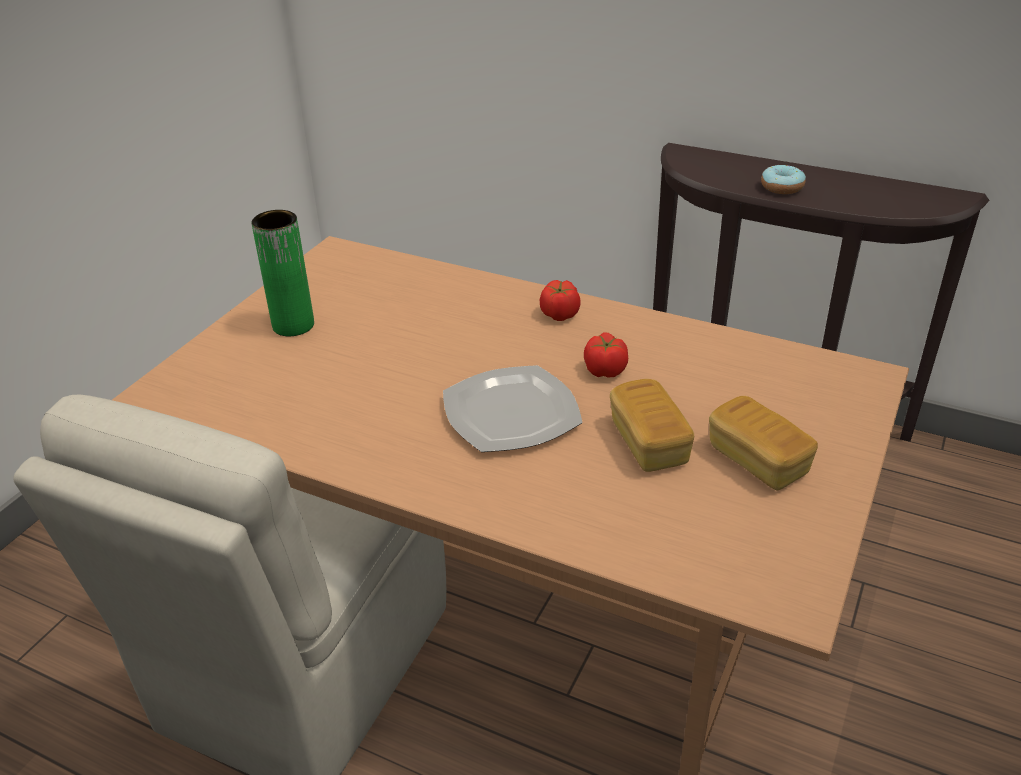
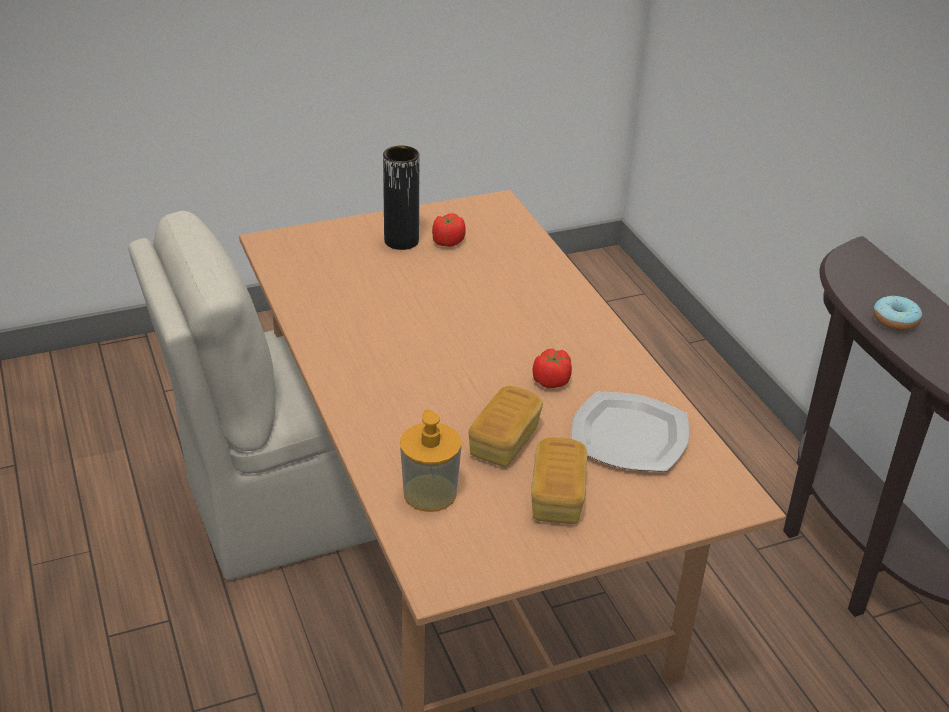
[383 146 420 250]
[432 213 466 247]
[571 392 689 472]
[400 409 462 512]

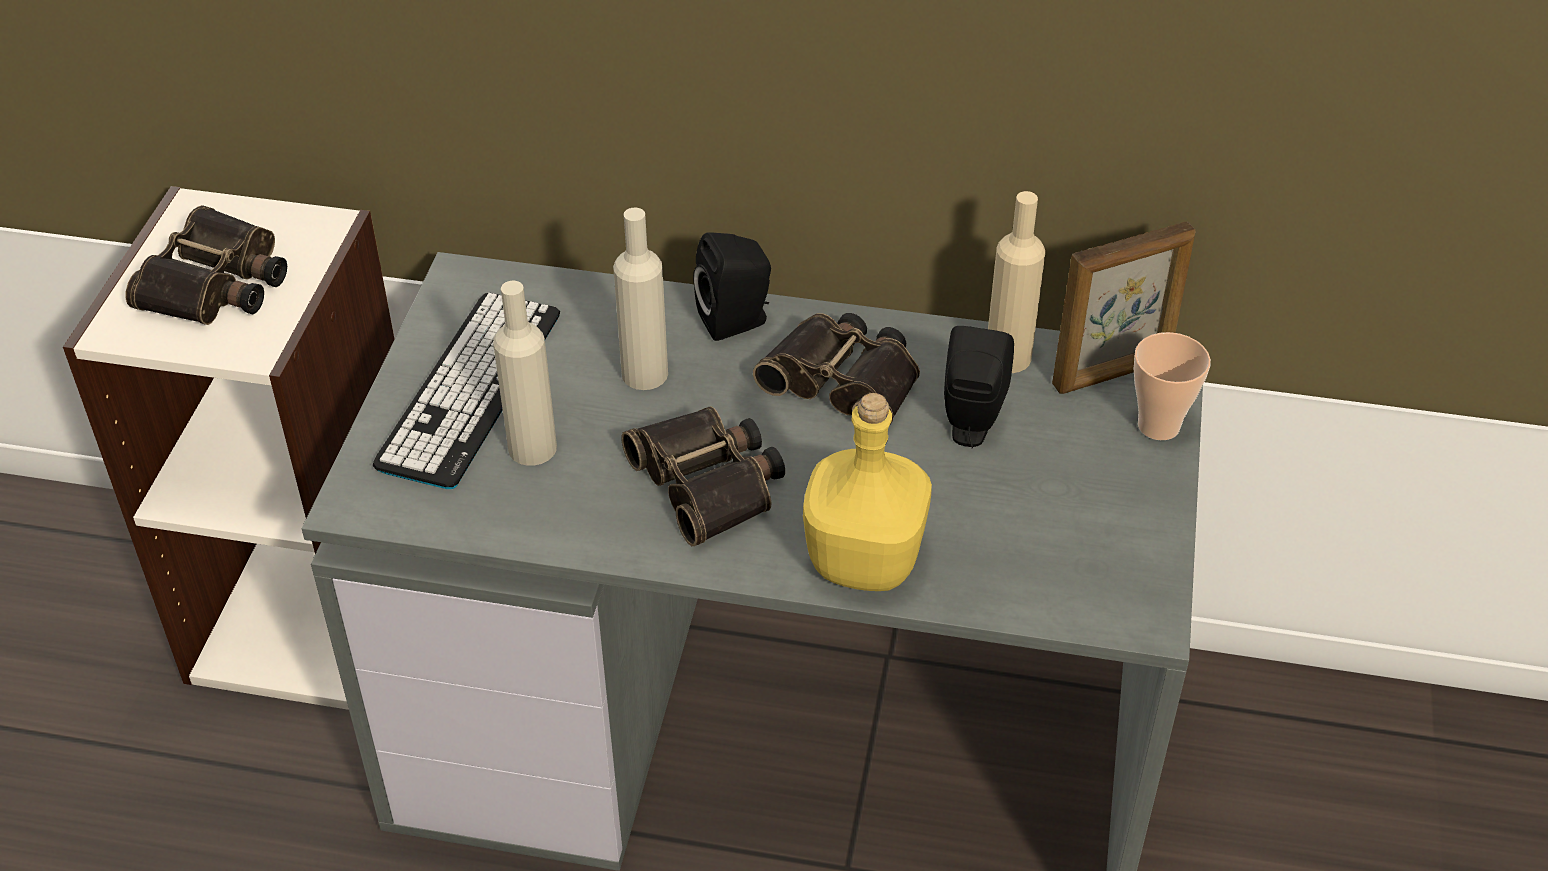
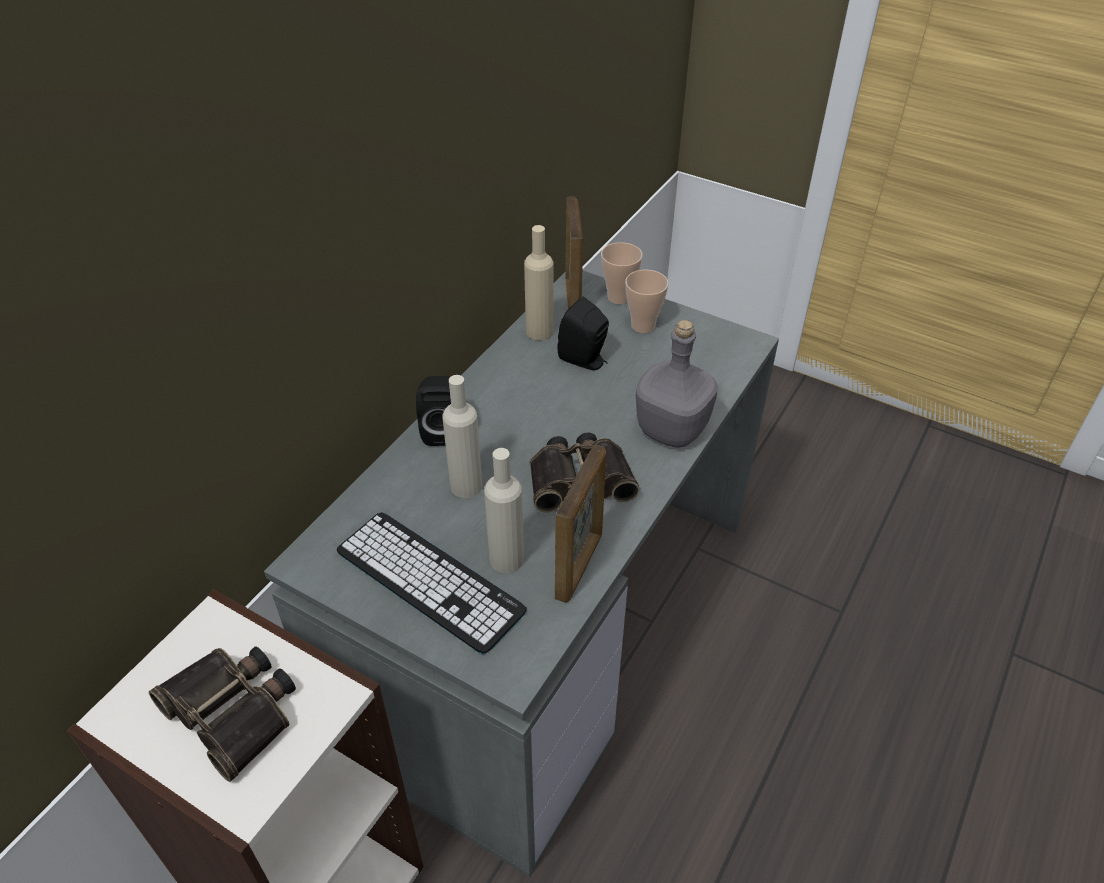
[753 313 920 423] (first image)
[636 320 718 448]
[625 270 669 333]
[555 445 606 603]

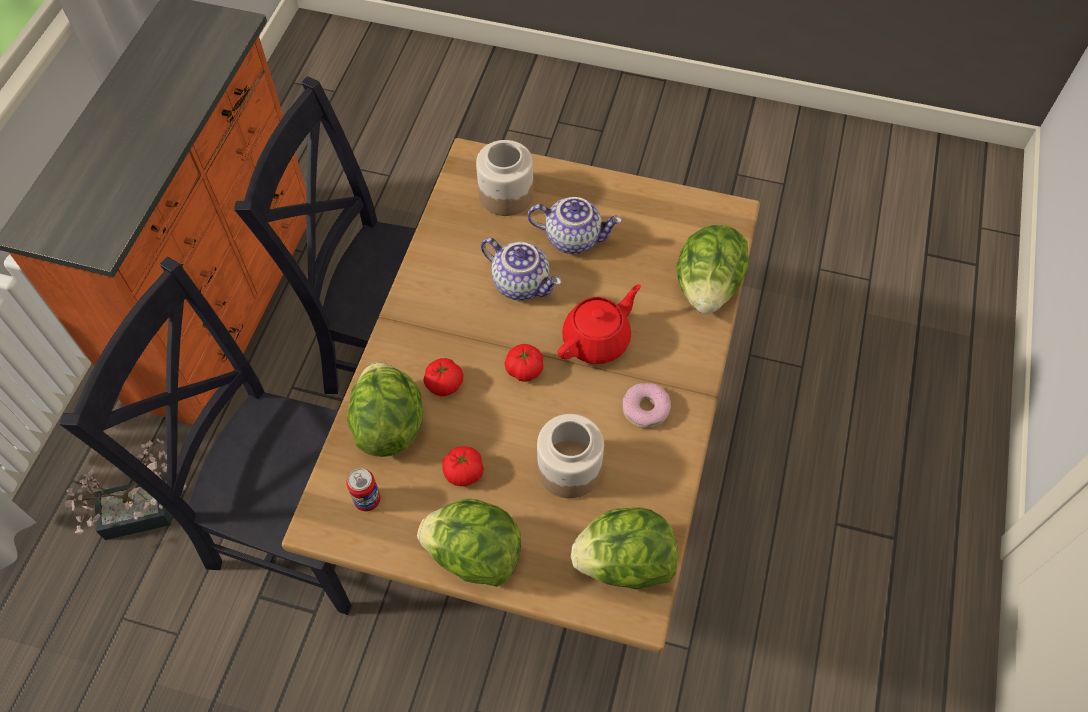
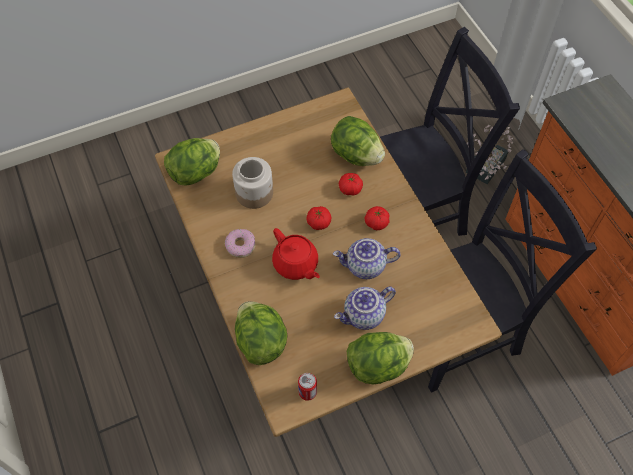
[476 140 533 216] (first image)
[272 228 320 280]
[365 206 390 230]
[298 373 317 401]
[347 332 414 384]

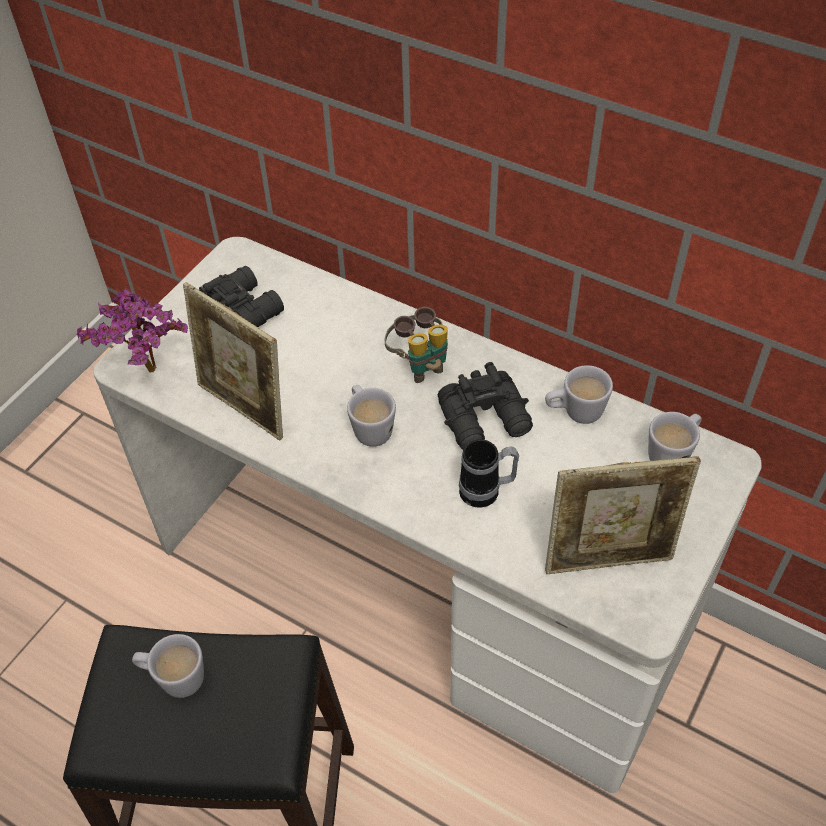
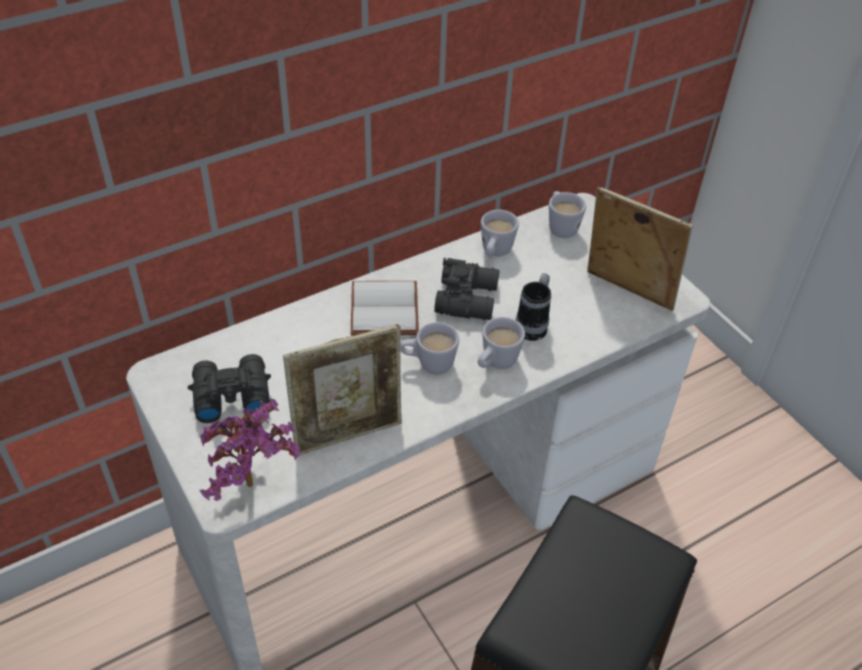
[351 281 419 335]
[587 187 693 311]
[478 317 525 369]

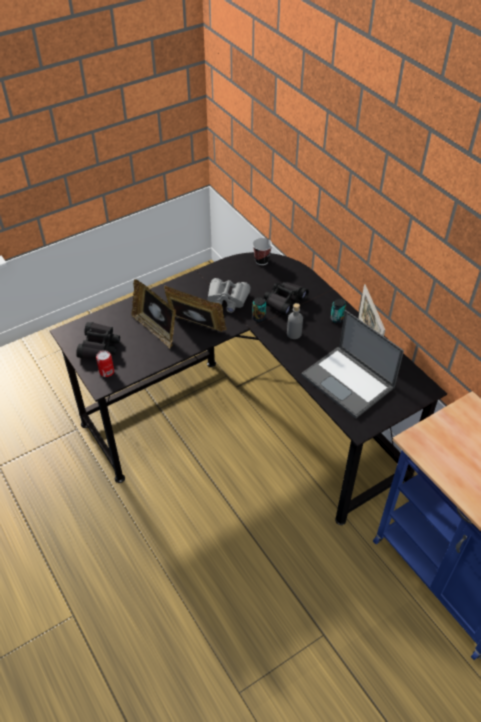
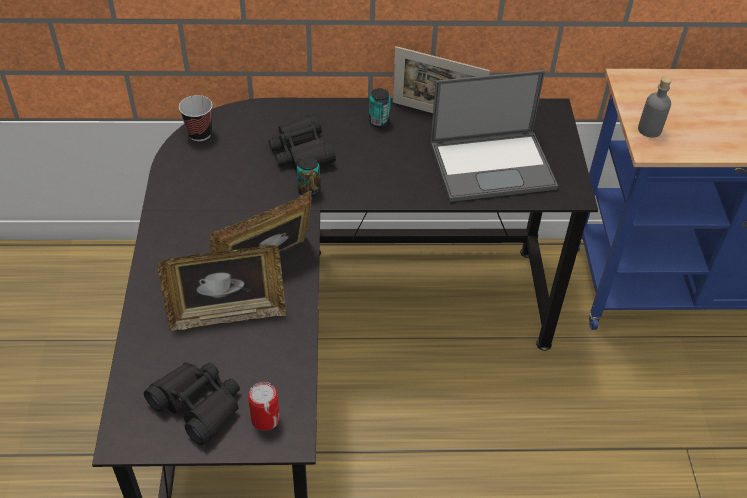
[207 278 251 313] (first image)
[638 76 672 138]

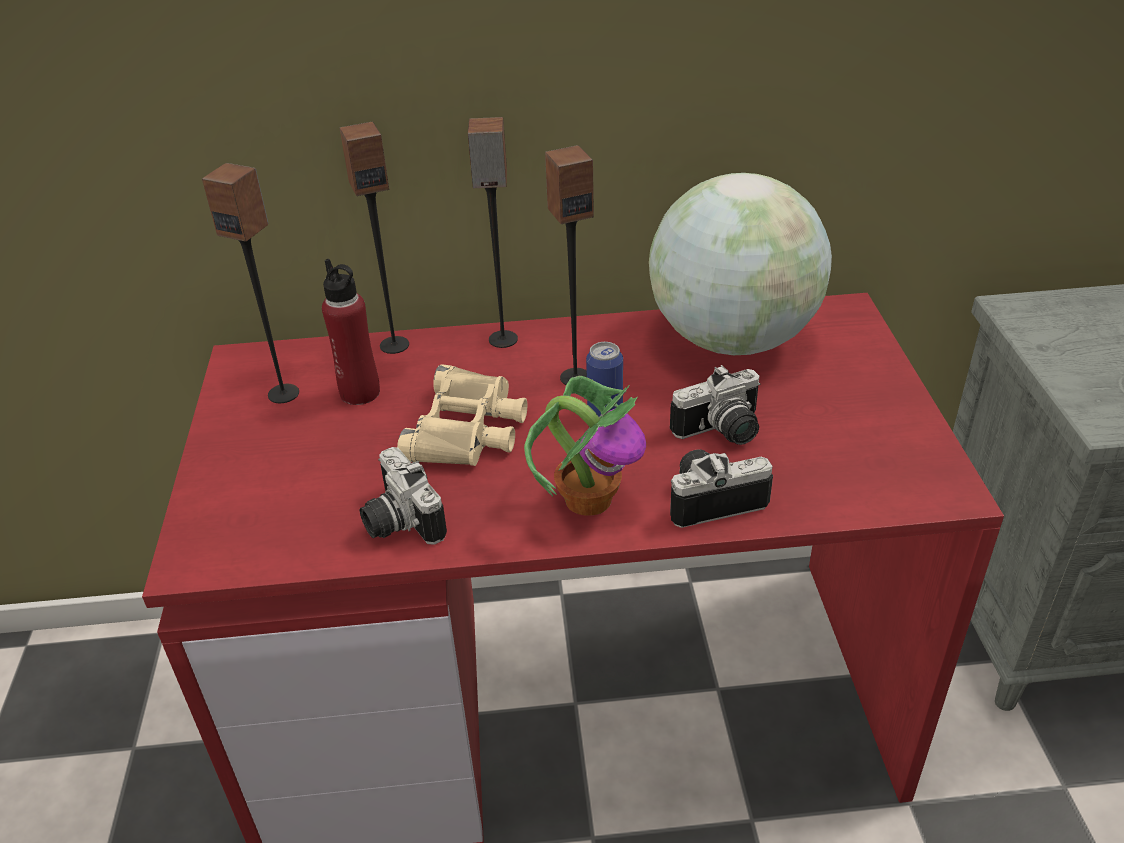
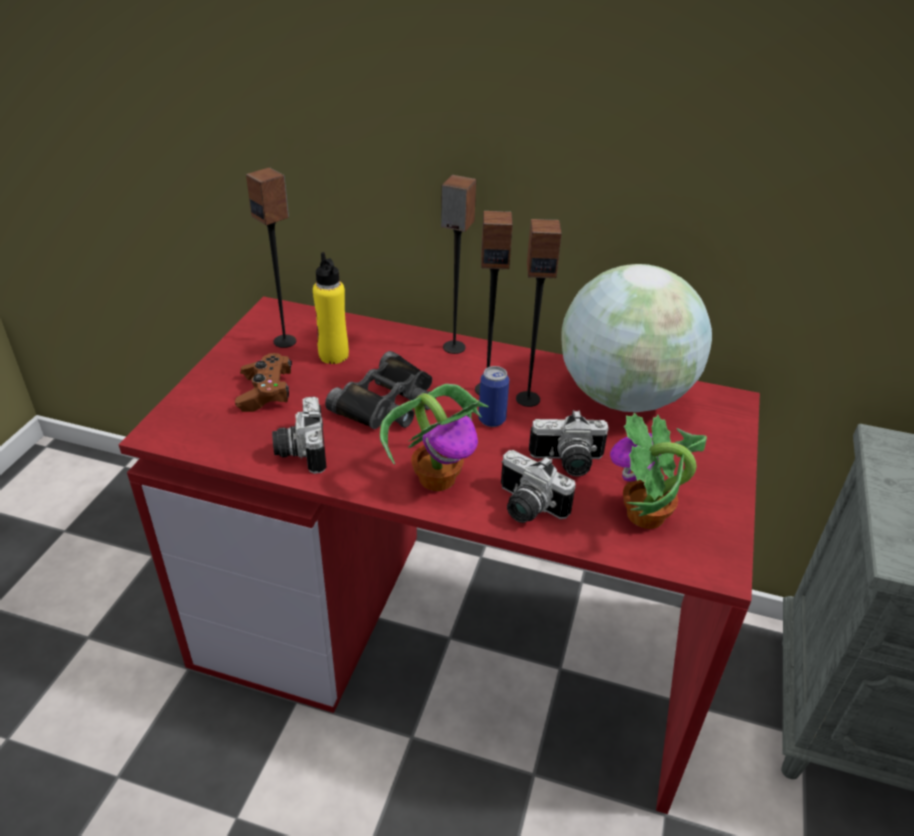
[516 219 562 407]
[313 252 349 364]
[325 351 436 429]
[501 450 576 523]
[235 353 292 412]
[610 413 707 529]

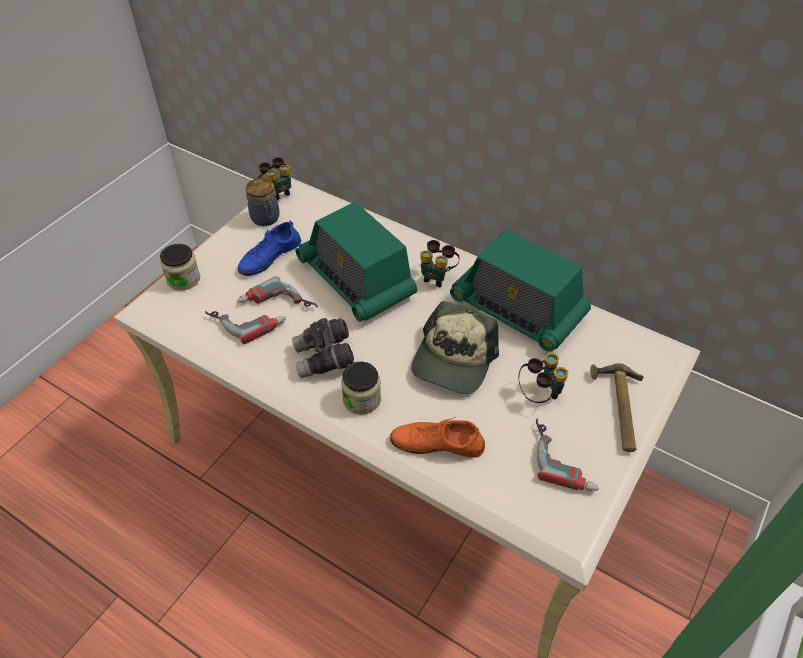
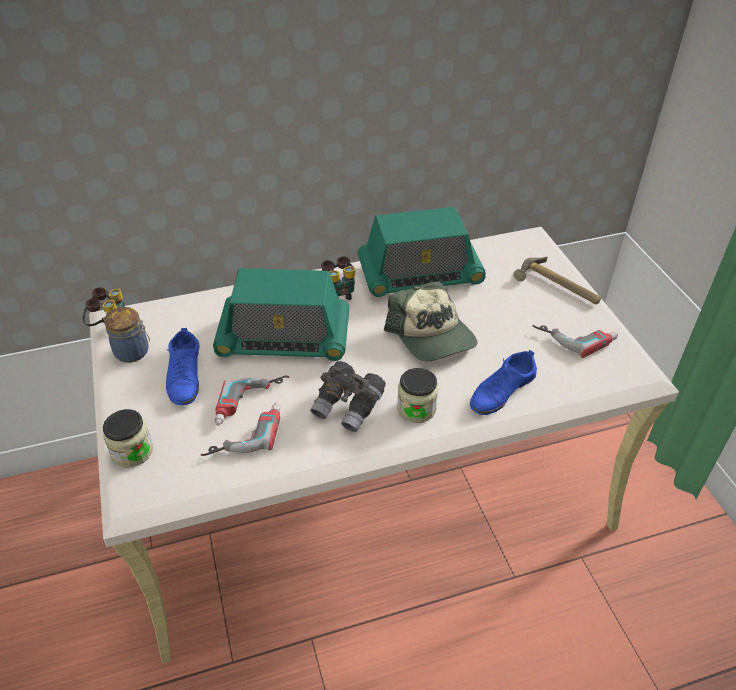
[518 353 568 403] (first image)
[470 350 537 415]

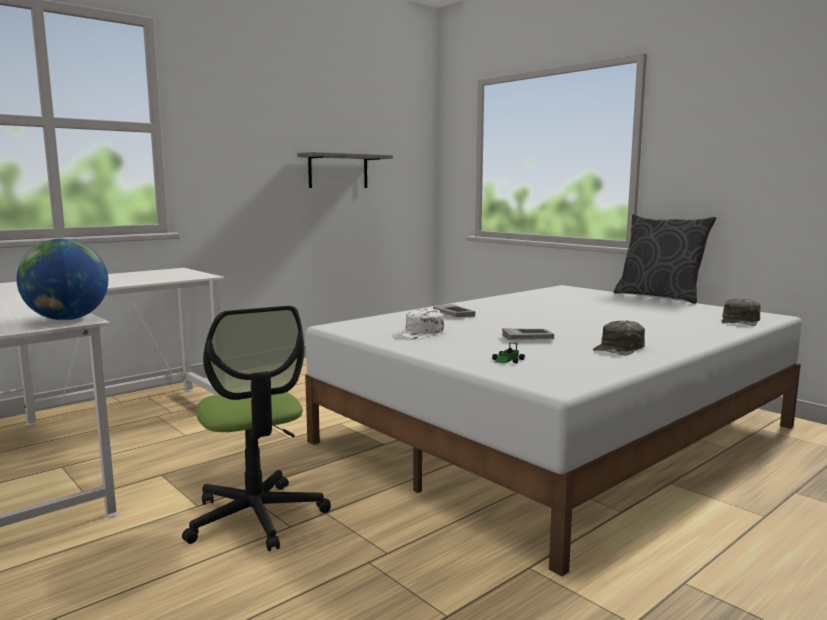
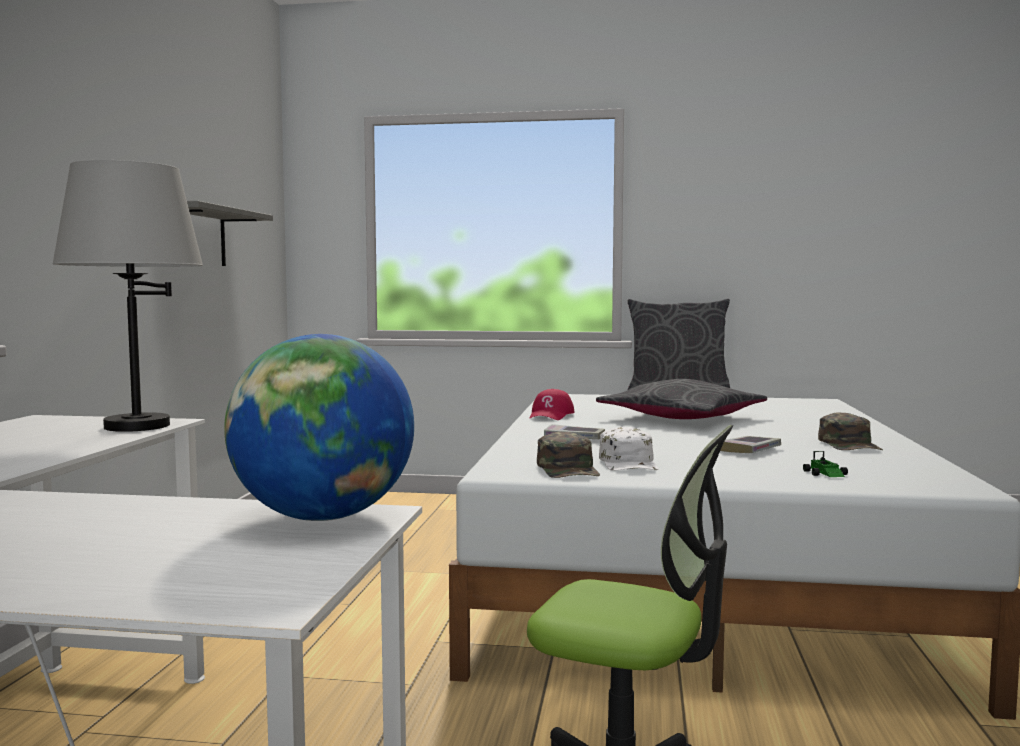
[537 432 600 478]
[52 160 203 432]
[596 379 767 419]
[529 389 575 420]

